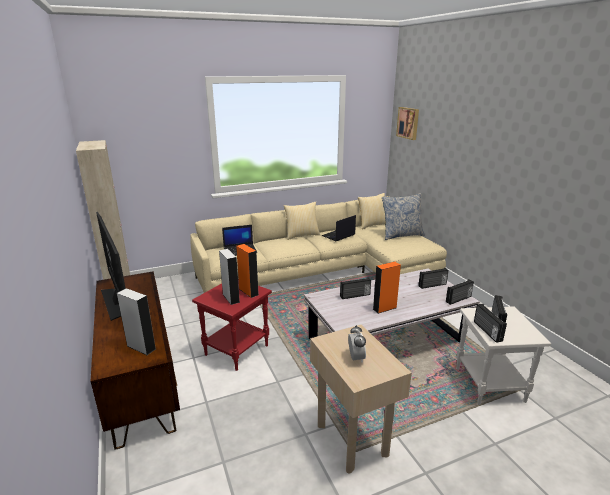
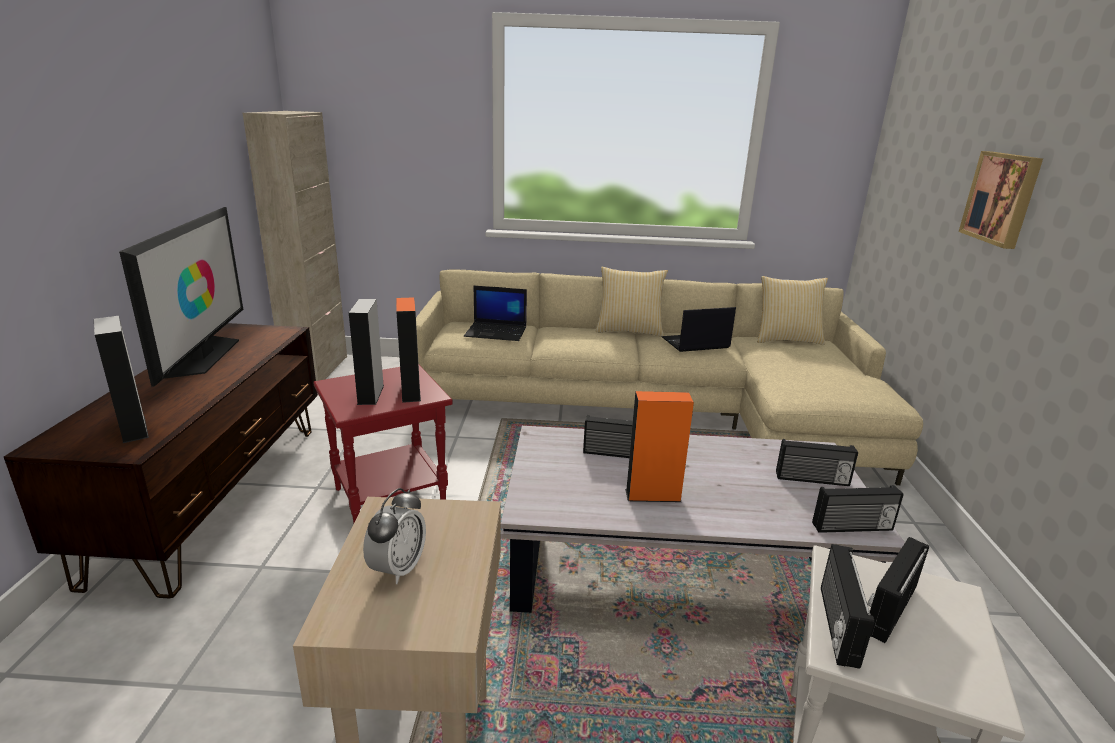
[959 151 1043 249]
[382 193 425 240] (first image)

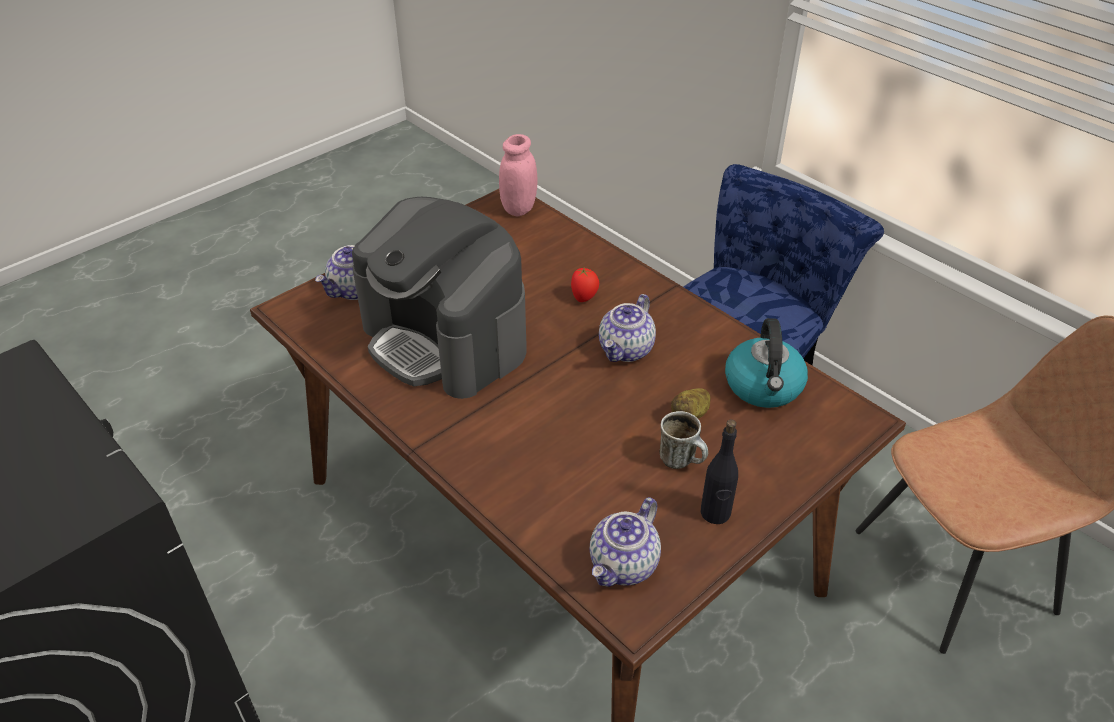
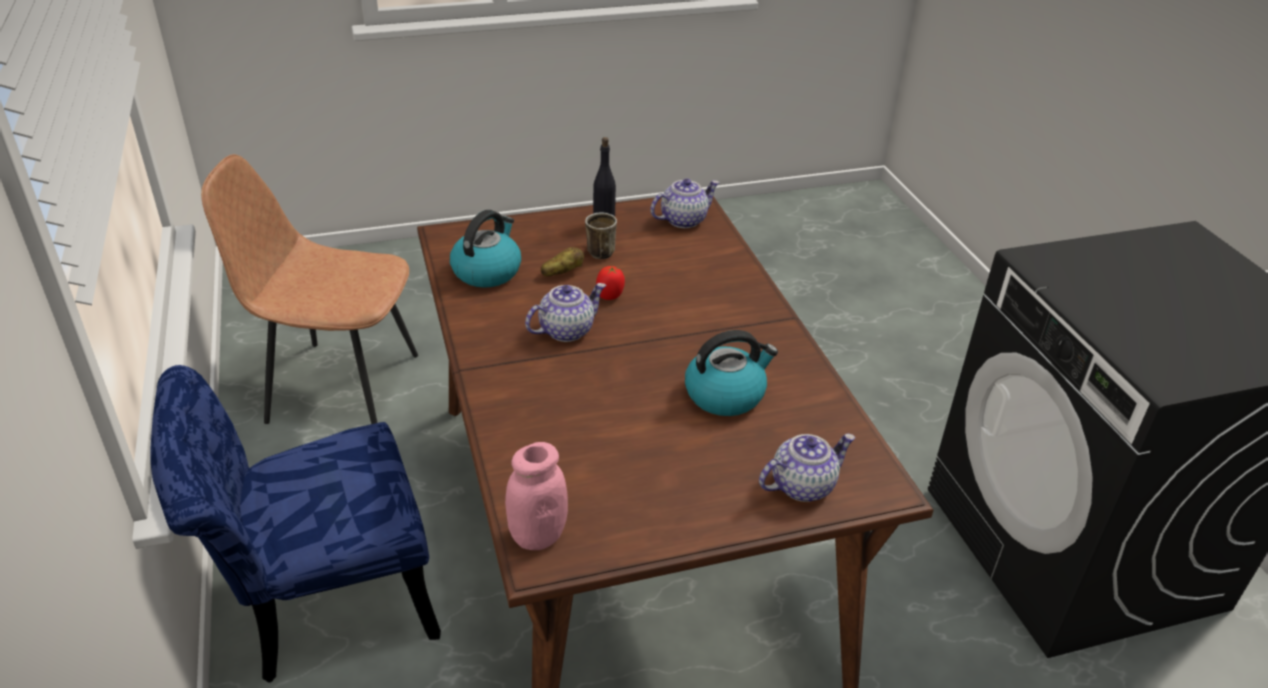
[685 330 778 416]
[596 266 625 300]

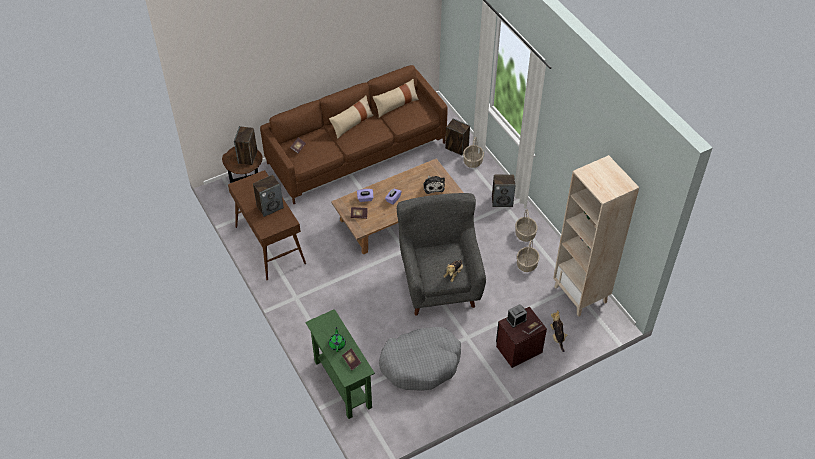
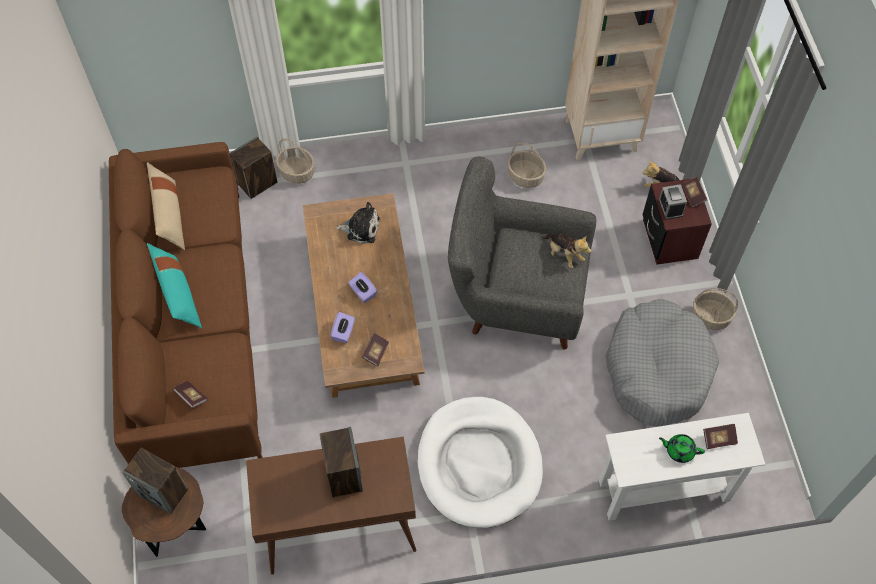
[147 243 202 328]
[492 175 515 207] (first image)
[692 288 738 330]
[599 413 765 521]
[418 397 543 528]

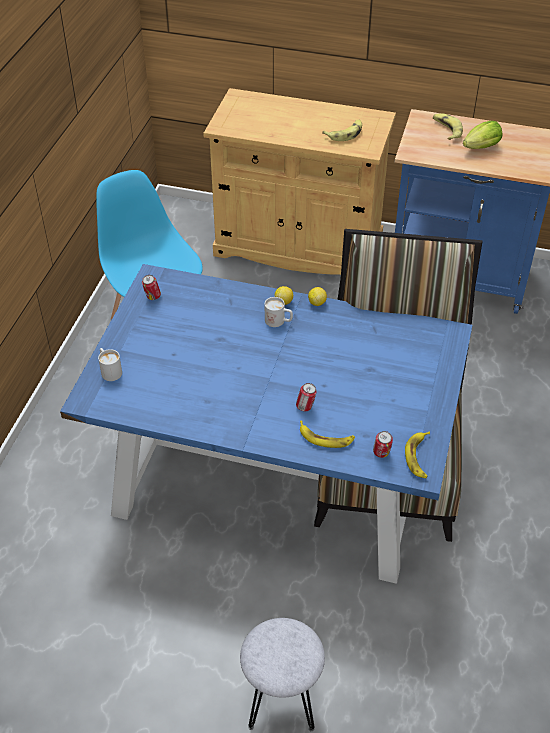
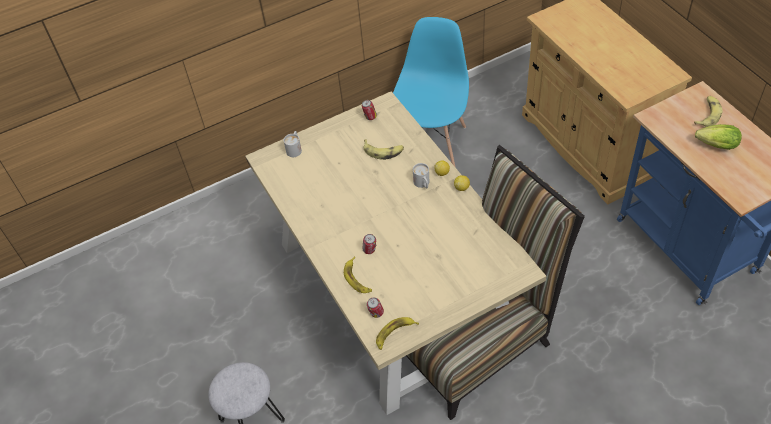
[364 139 404 160]
[245 91 546 415]

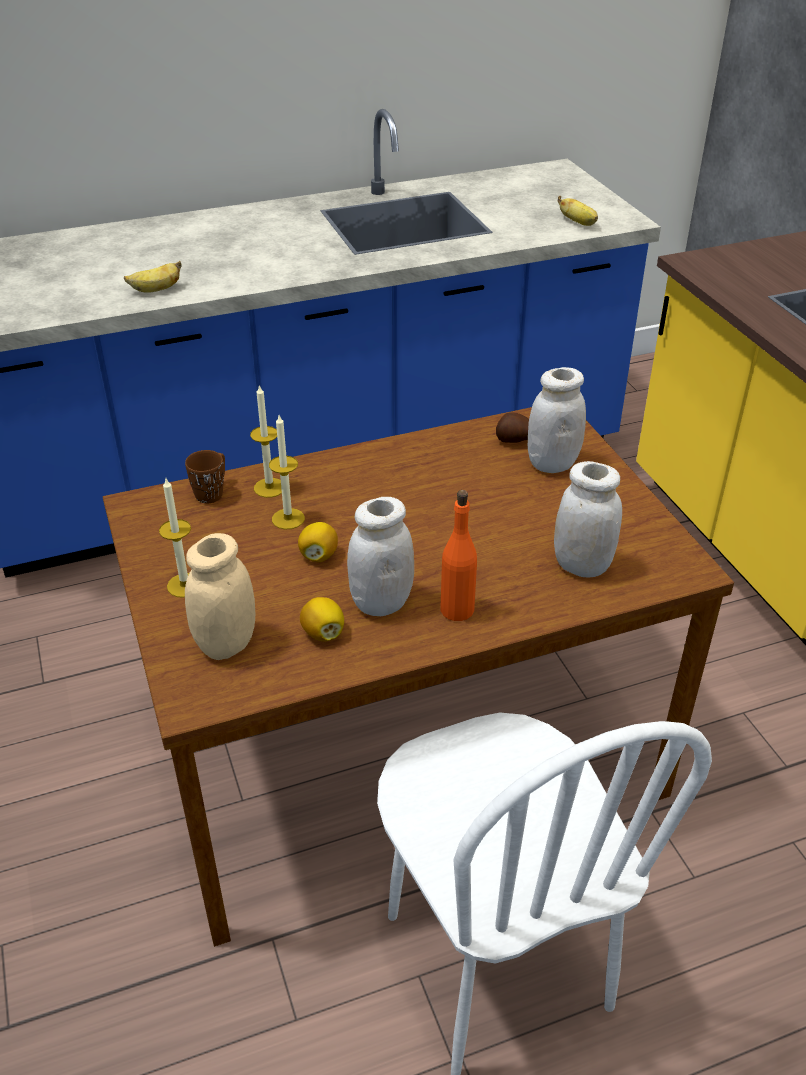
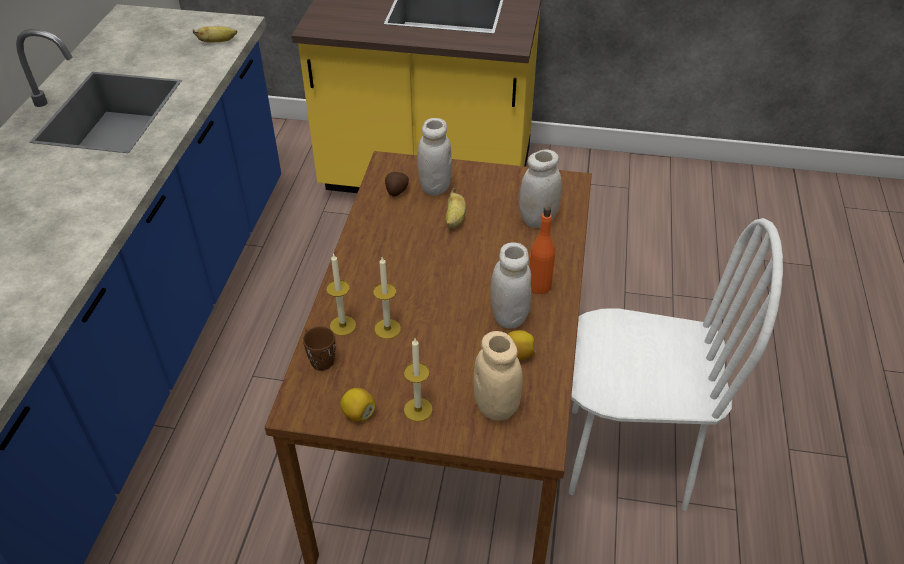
[445 188 466 228]
[340 388 376 422]

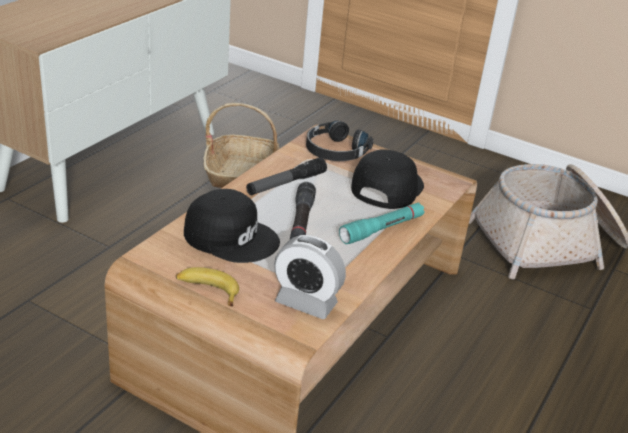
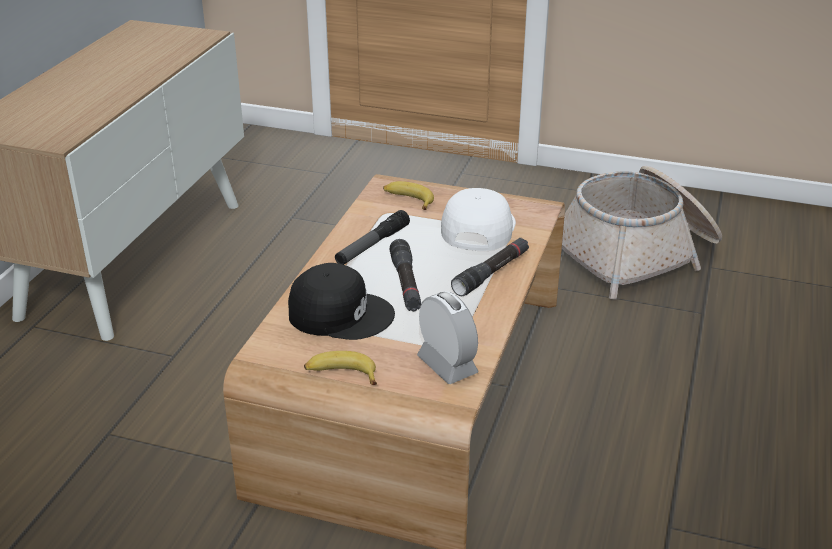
[204 103 280 188] (first image)
[383 181 434 210]
[441 188 516 251]
[451 238 529 296]
[417 291 478 384]

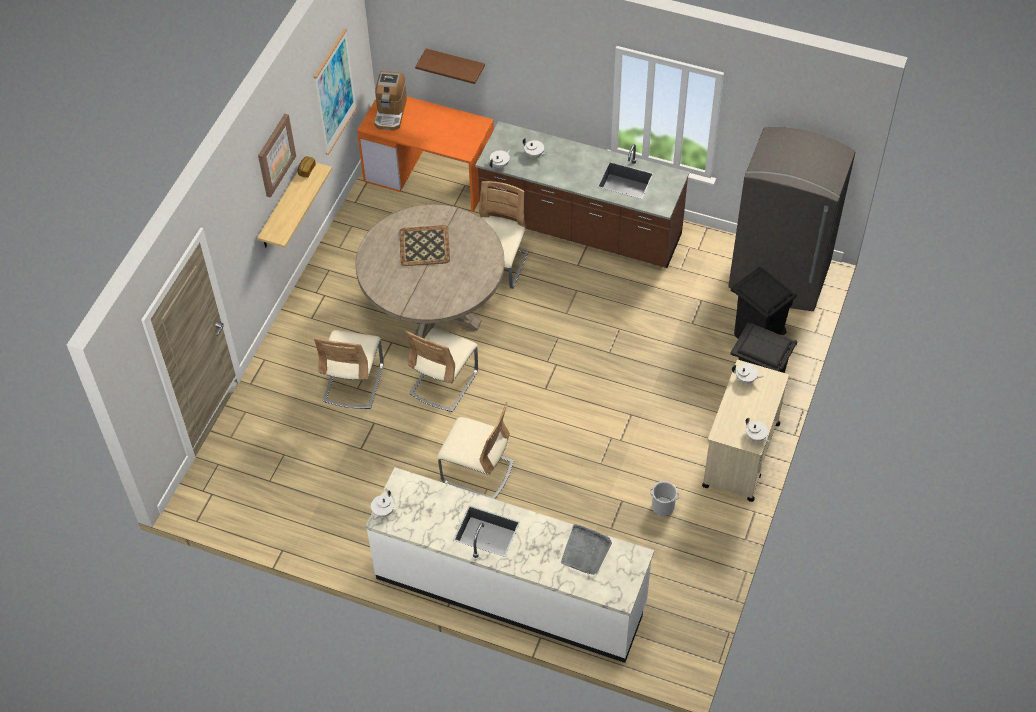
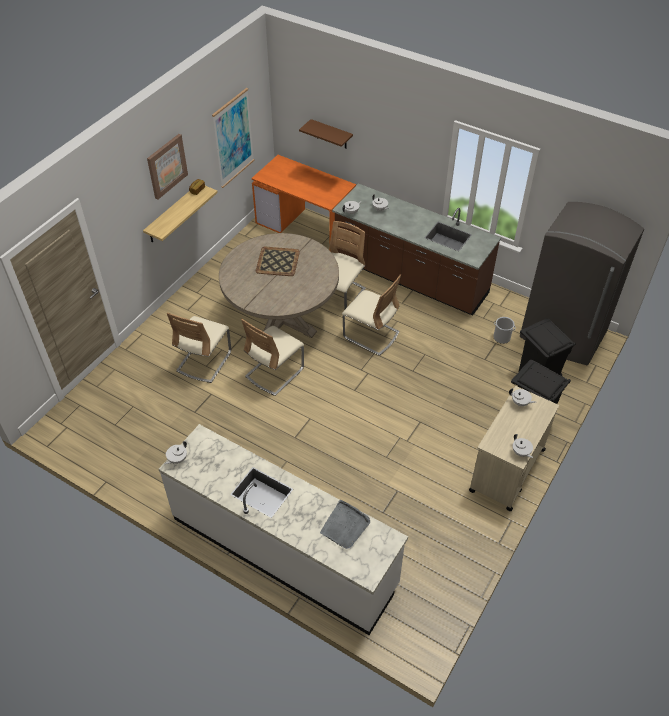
[374 71 407 131] (first image)
[342 274 401 356]
[493 317 516 344]

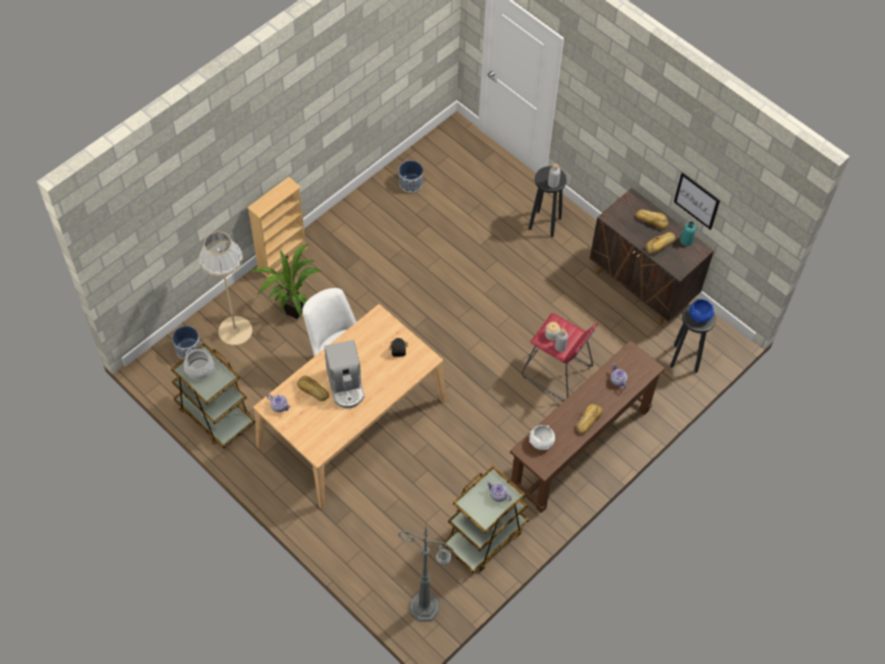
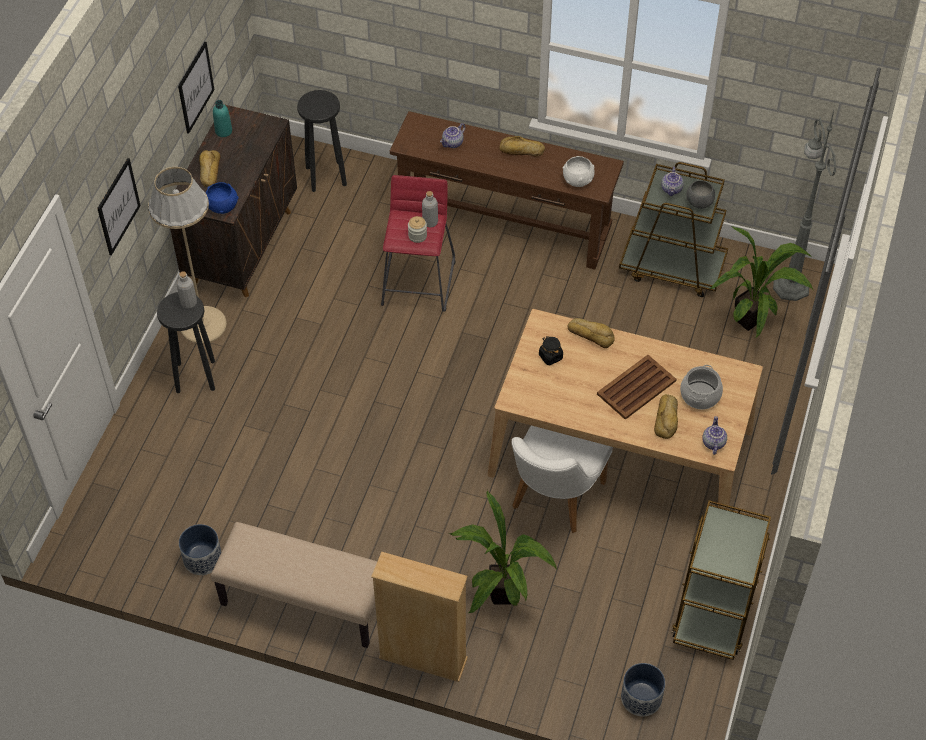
[148 167 227 343]
[567 318 615 348]
[205 182 238 214]
[597 355 676 420]
[680 365 723 409]
[97 158 141 255]
[686 180 715 209]
[709 226 813 338]
[211 522 377 648]

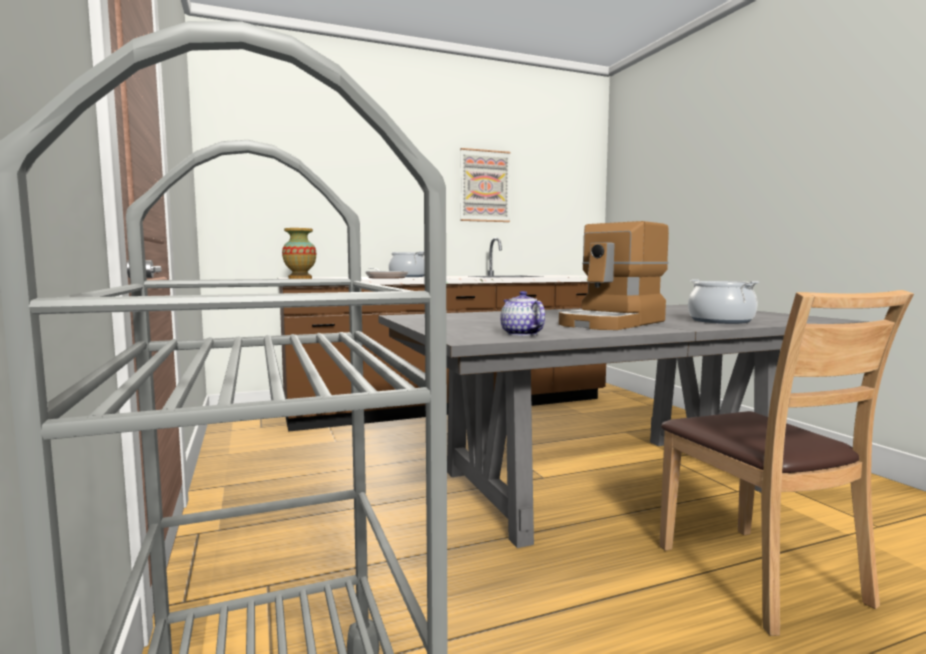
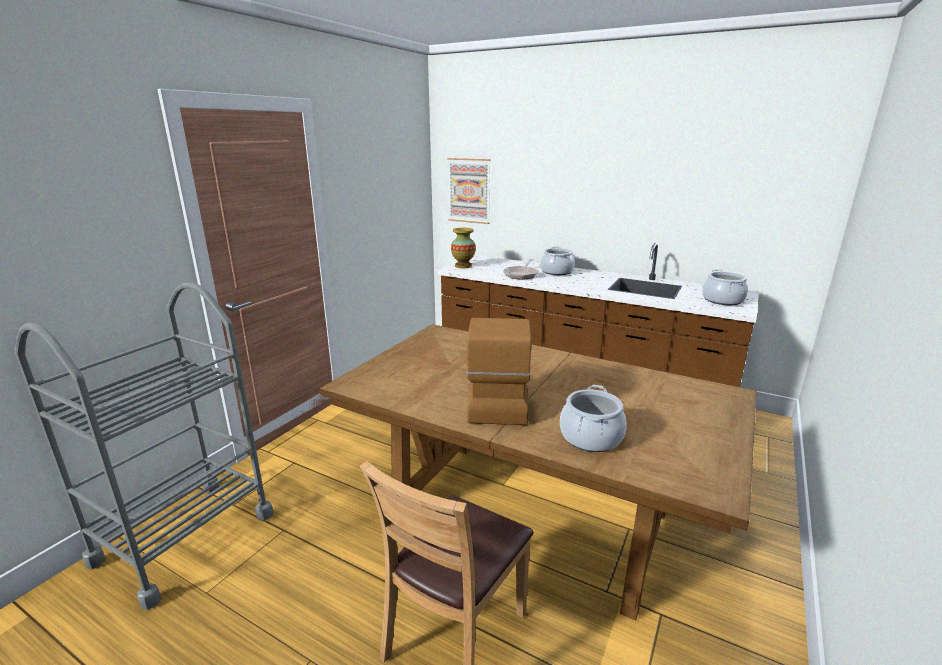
[447 158 490 224]
[466 318 532 425]
[500 291 545 336] (first image)
[319 324 757 621]
[702 269 748 305]

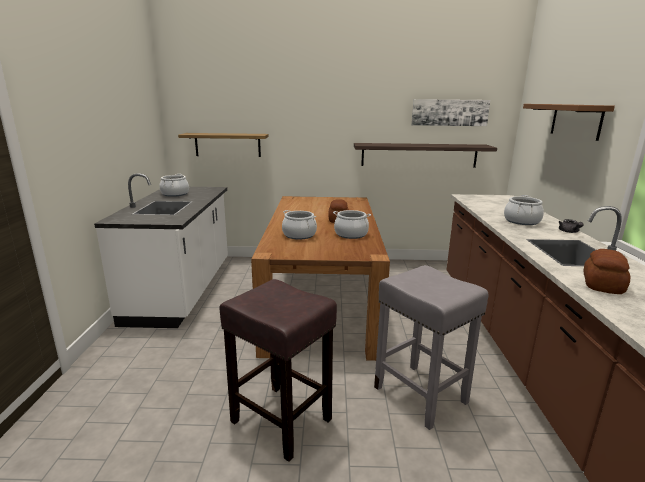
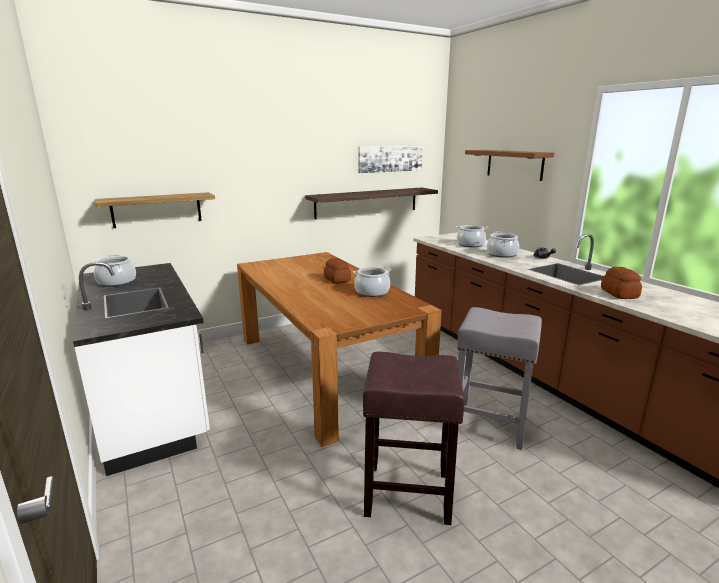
[456 225 488 247]

